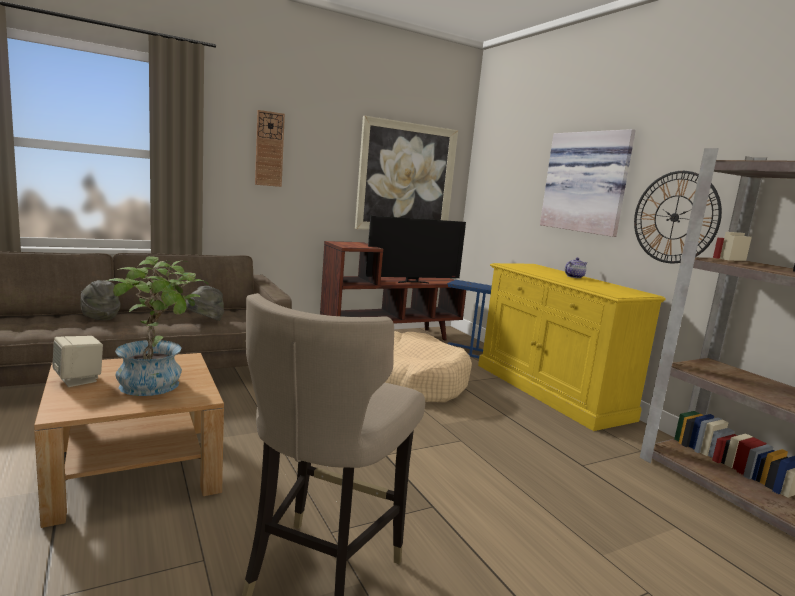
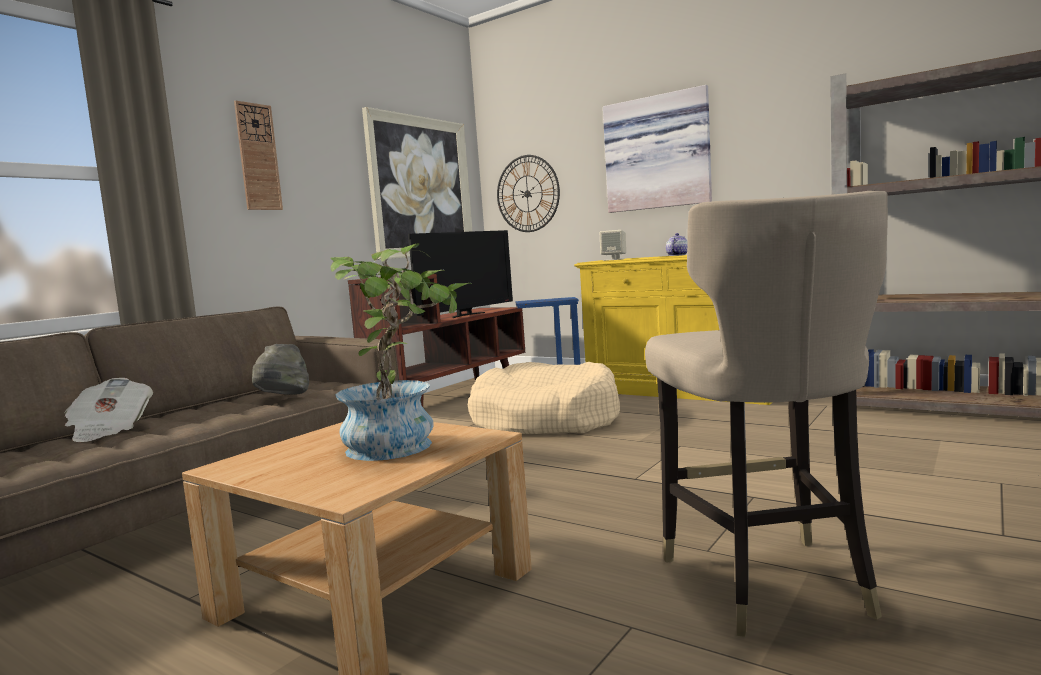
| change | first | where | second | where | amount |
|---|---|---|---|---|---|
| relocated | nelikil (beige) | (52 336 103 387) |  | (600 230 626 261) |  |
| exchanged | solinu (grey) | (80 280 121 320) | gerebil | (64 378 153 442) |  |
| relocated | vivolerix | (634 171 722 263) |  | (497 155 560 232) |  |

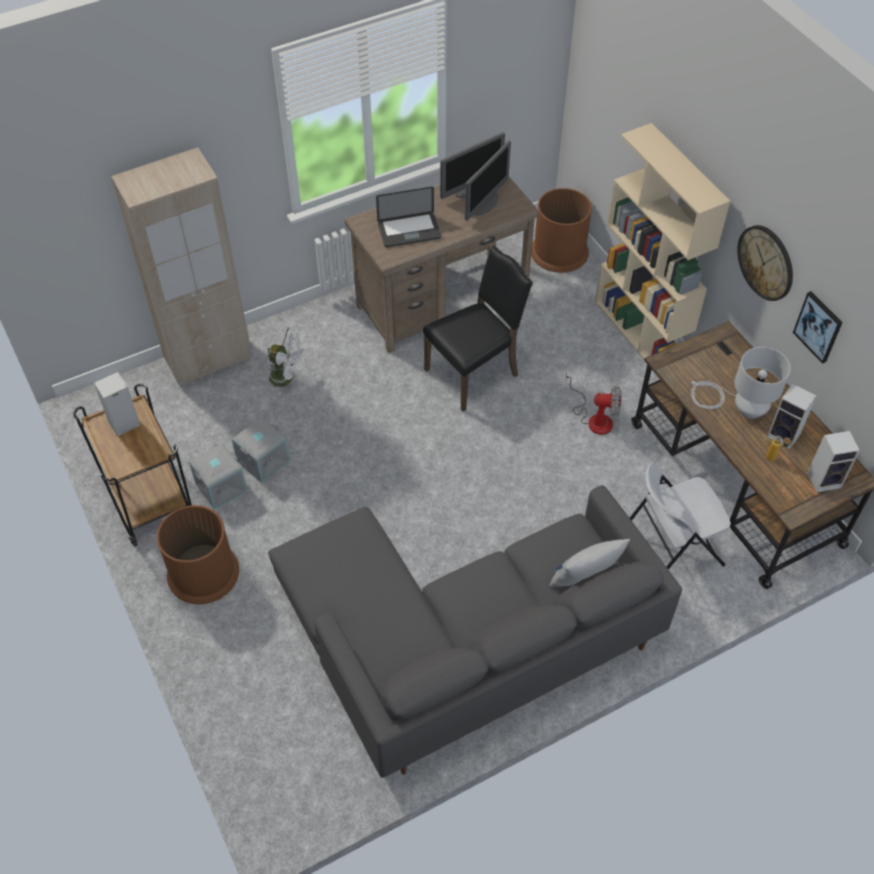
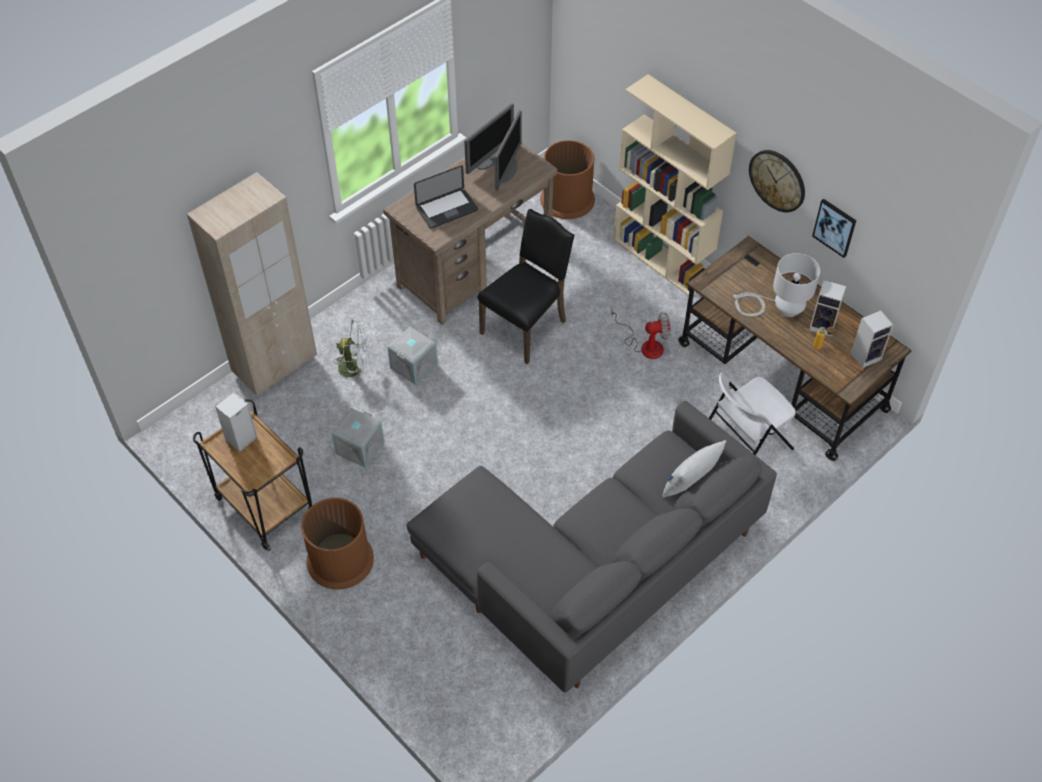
| change | first | where | second | where | amount |
|---|---|---|---|---|---|
| relocated | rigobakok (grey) | (189 443 248 509) |  | (388 326 438 385) |  |

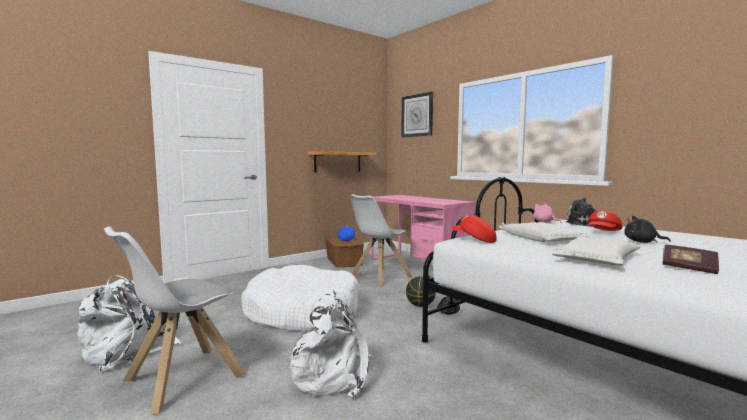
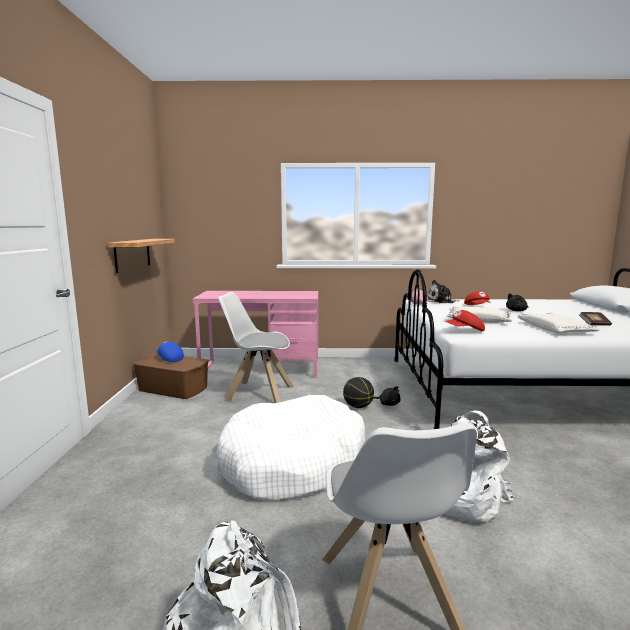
| change | first | where | second | where | amount |
|---|---|---|---|---|---|
| spun | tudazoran | (350 194 412 286) |  | (218 292 293 403) | 105 degrees clockwise |
| missing | vivolerix | (401 92 433 137) |  |  |  |

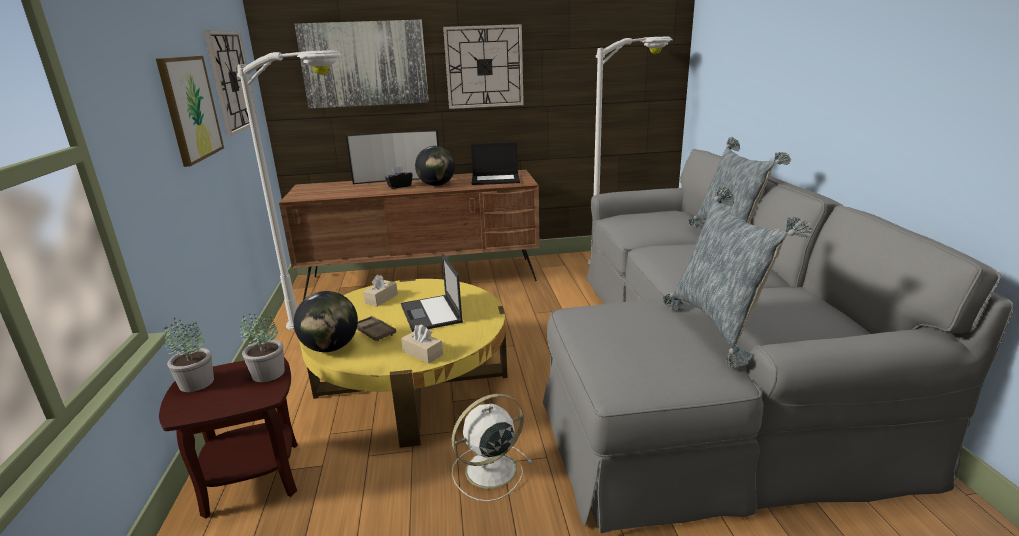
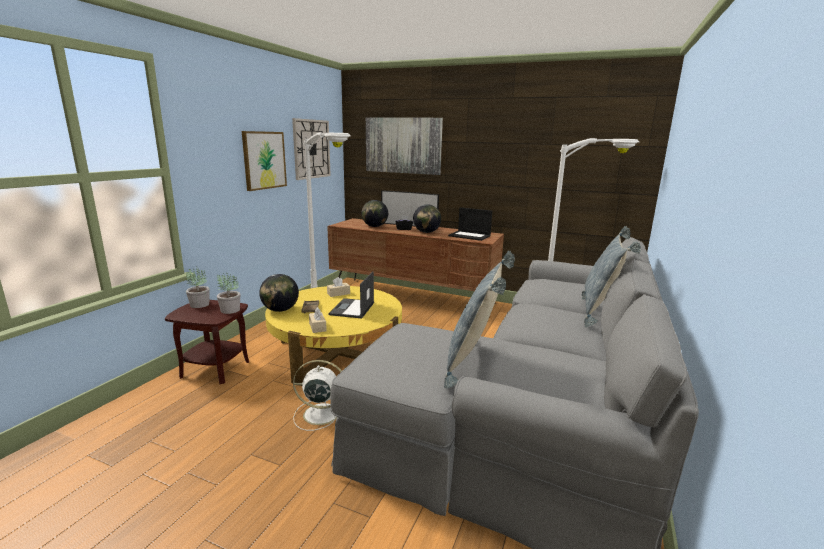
| change | first | where | second | where | amount |
|---|---|---|---|---|---|
| missing | vivolerix | (443 24 524 109) |  |  |  |
| appeared |  |  | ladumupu | (361 200 388 227) |  |

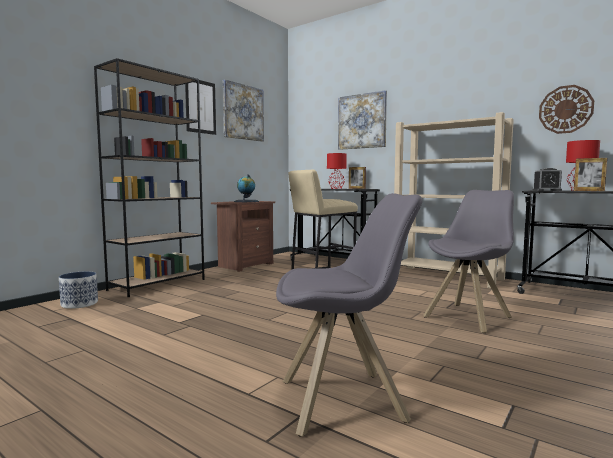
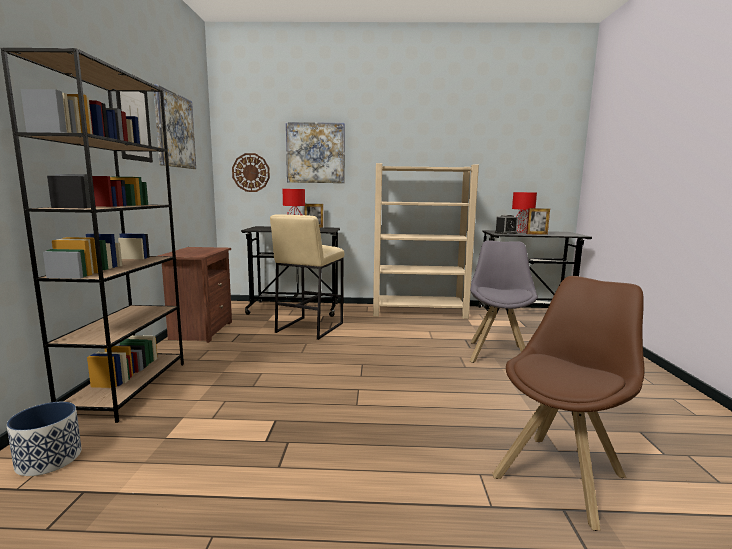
| change | first | where | second | where | amount |
|---|---|---|---|---|---|
| missing | ladumupu | (234 174 259 202) |  |  |  |
| colour | tudazoran (grey) | (276 193 423 437) | tudazoran (brown) | (493 276 644 531) |  |
| relocated | vivolerix | (539 85 594 134) |  | (232 153 270 192) |  |

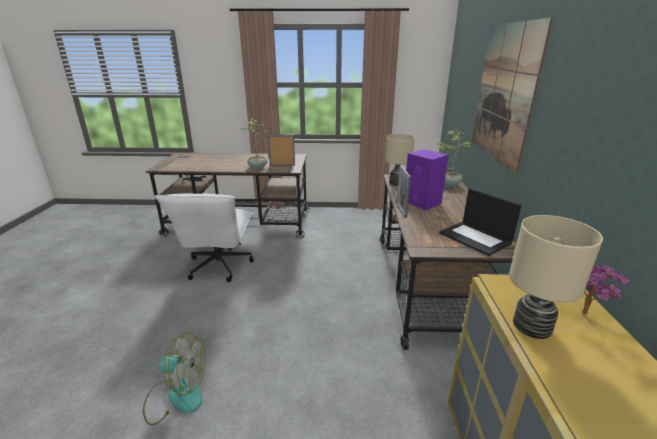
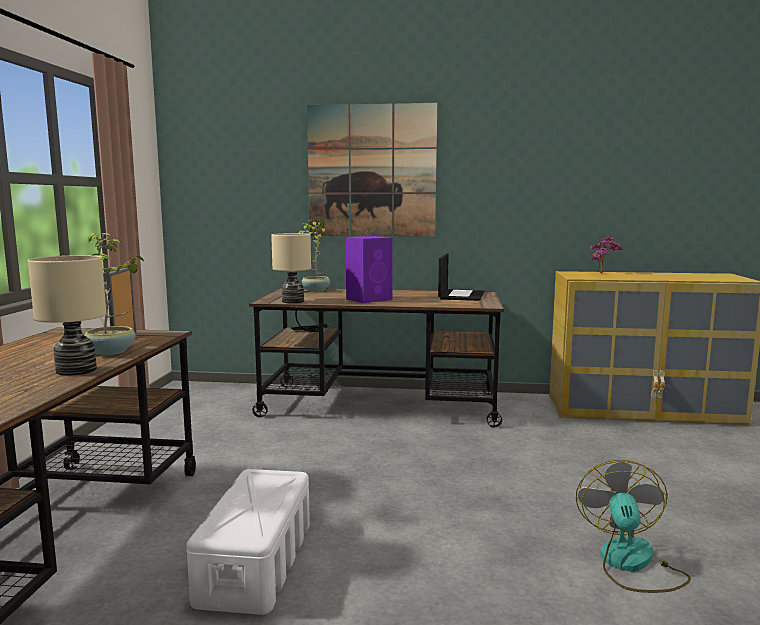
| change | first | where | second | where | amount |
|---|---|---|---|---|---|
| exchanged | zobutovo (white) | (154 193 255 282) | rigobakok (white) | (186 469 310 615) |  |
| missing | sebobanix | (396 165 411 218) |  |  |  |
| spun | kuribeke | (439 188 522 256) |  | (438 253 484 301) | 45 degrees counterclockwise |
| relocated | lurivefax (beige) | (509 215 603 339) |  | (28 255 106 375) |  |

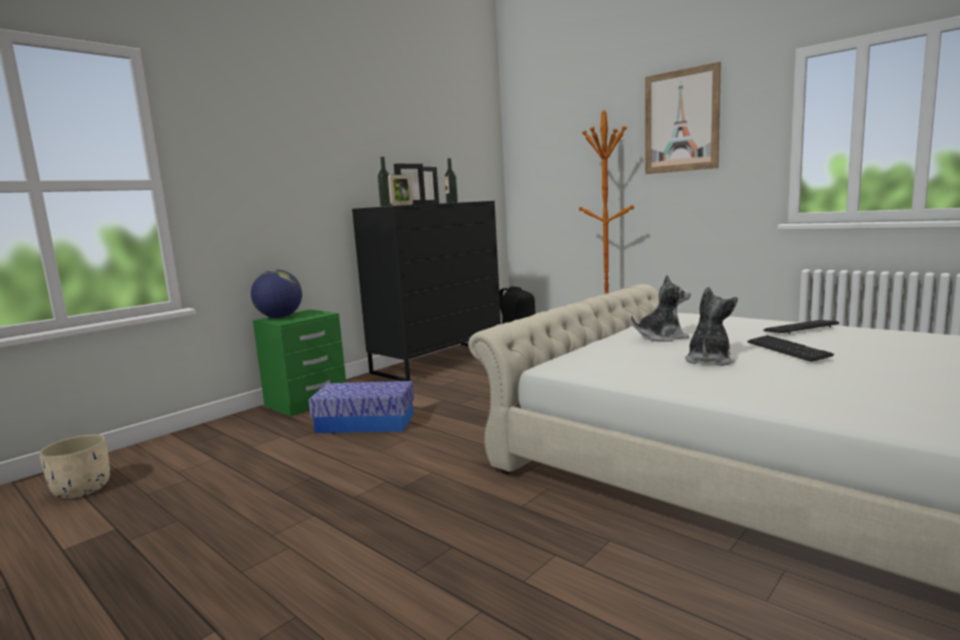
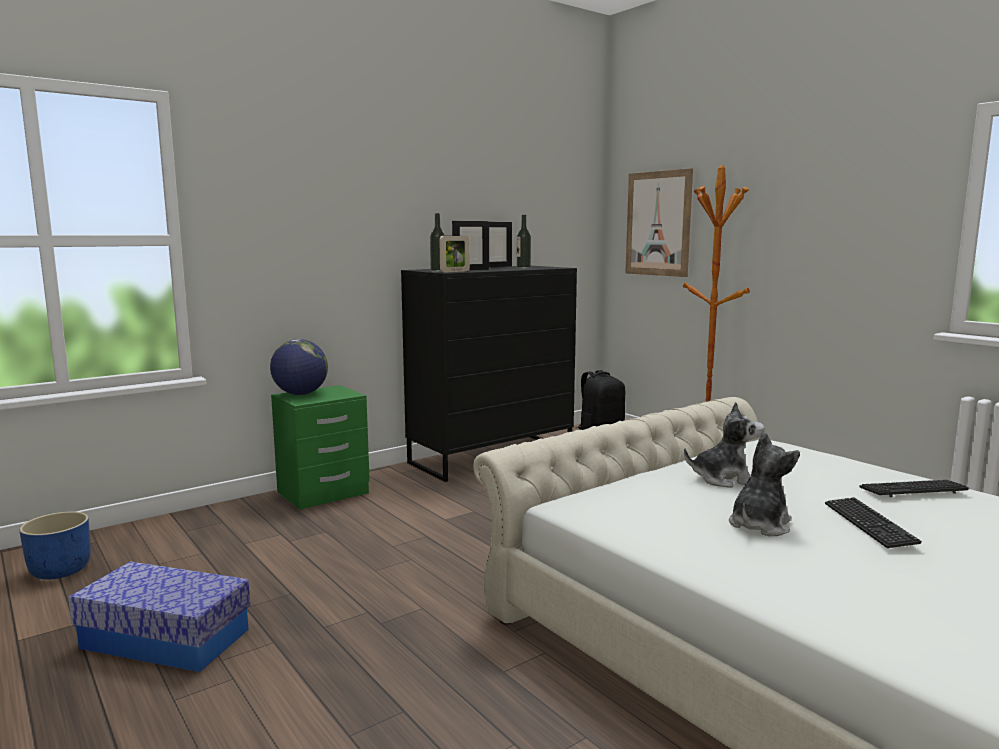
| change | first | where | second | where | amount |
|---|---|---|---|---|---|
| colour | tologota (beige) | (39 434 110 498) | tologota (blue) | (19 511 91 580) |  |
| relocated | rigobakok | (308 381 414 433) |  | (68 562 251 672) |  |
| relocated | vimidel | (645 62 721 174) |  | (625 168 693 277) |  |

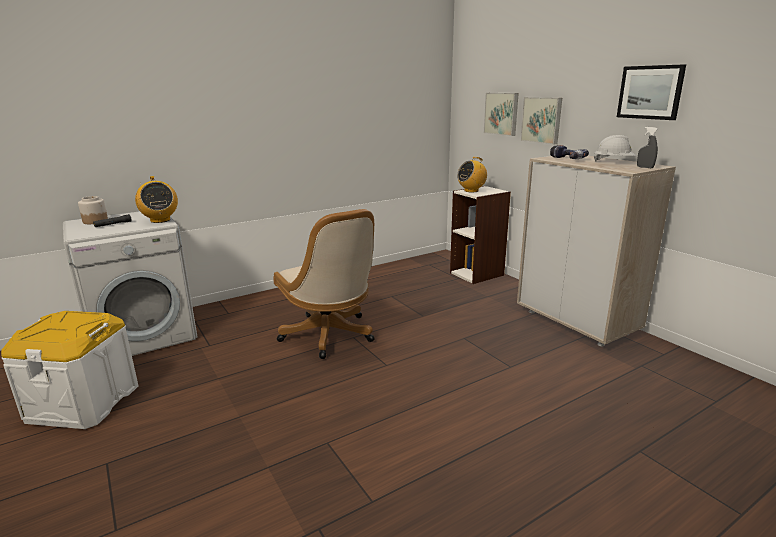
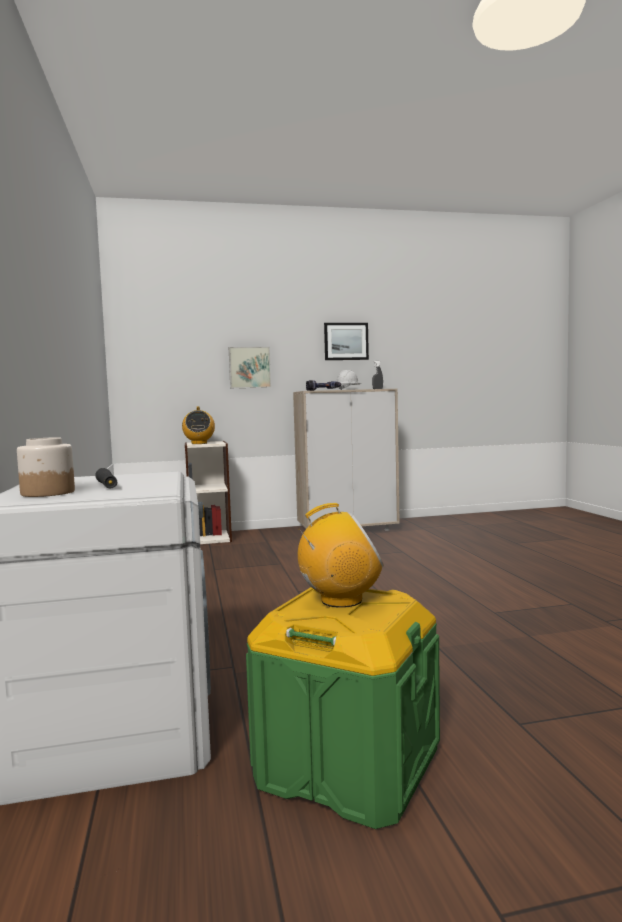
| change | first | where | second | where | amount |
|---|---|---|---|---|---|
| colour | rigobakok (white) | (1 311 138 429) | rigobakok (green) | (246 587 440 829) |  |
| relocated | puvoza | (135 176 178 223) |  | (298 503 384 608) |  |
| missing | zobutovo | (273 209 375 359) |  |  |  |
| missing | vimidel | (484 93 519 136) |  |  |  |

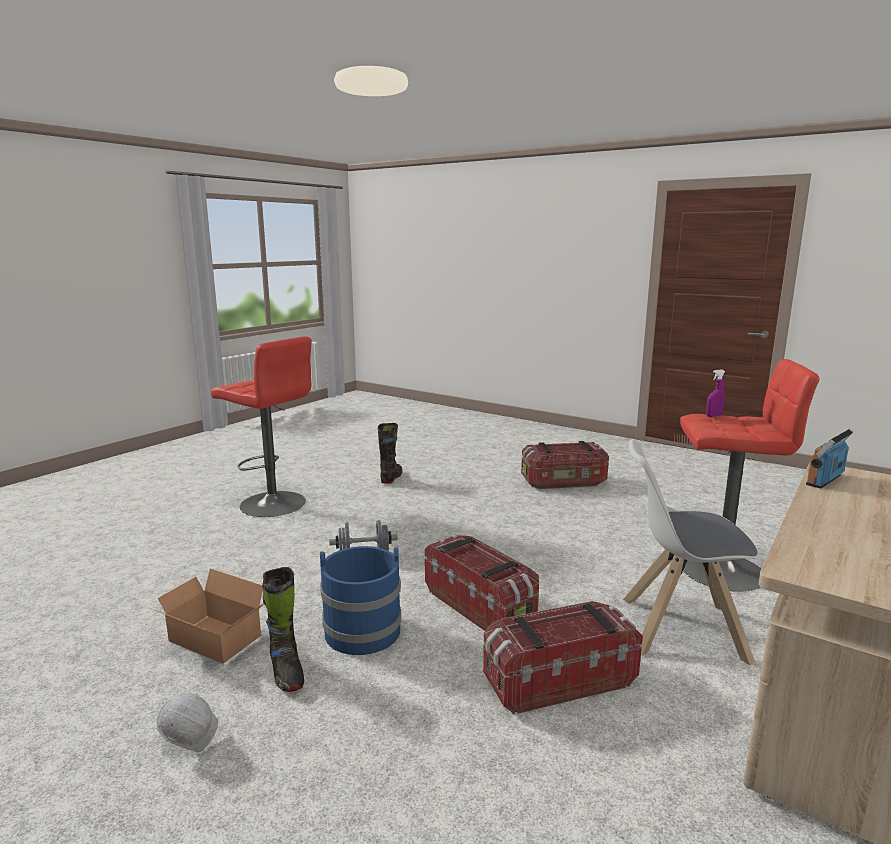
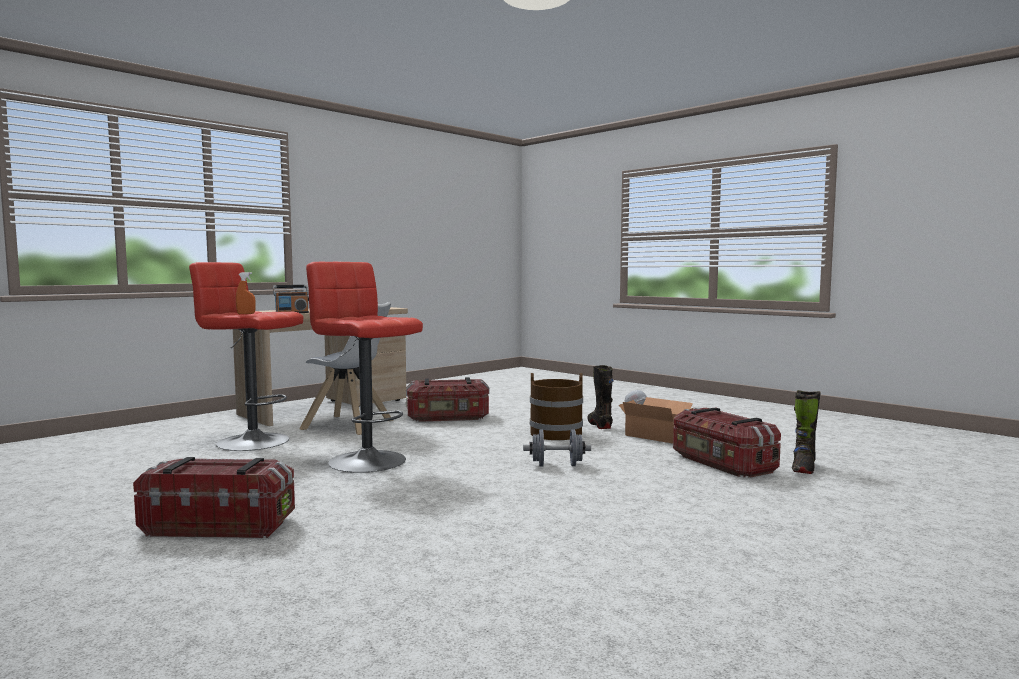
| change | first | where | second | where | amount |
|---|---|---|---|---|---|
| relocated | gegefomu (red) | (211 336 312 517) |  | (306 262 423 473) |  |
| colour | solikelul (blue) | (320 546 401 655) | solikelul (brown) | (530 373 583 440) |  |
| relocated | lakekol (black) | (378 423 402 484) |  | (792 390 821 474) |  |
| relocated | rigobakok | (425 535 539 631) |  | (673 407 781 478) |  |
| colour | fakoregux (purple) | (706 370 725 417) | fakoregux (orange) | (236 272 256 314) |  |

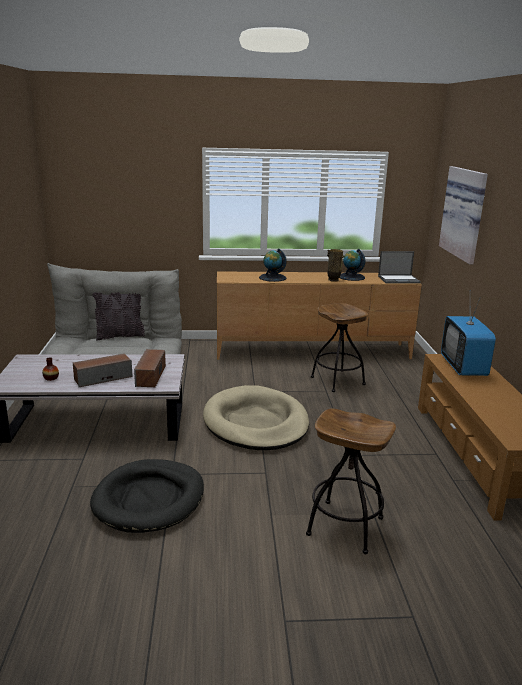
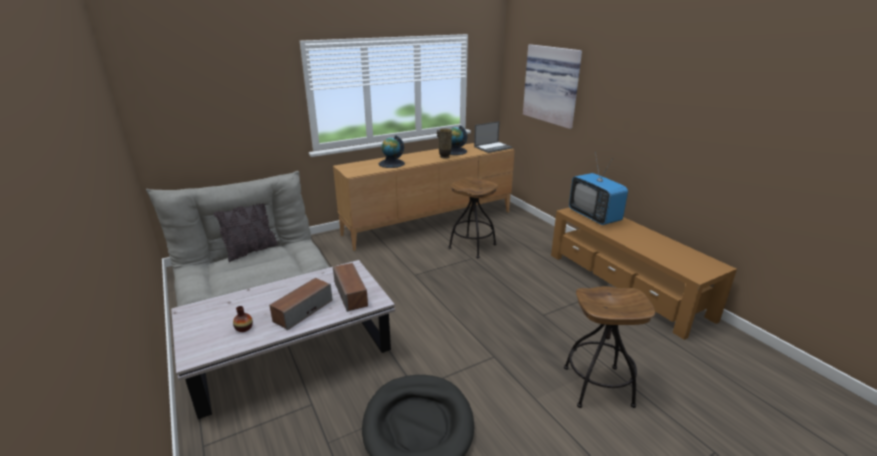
| change | first | where | second | where | amount |
|---|---|---|---|---|---|
| missing | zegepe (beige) | (203 385 309 450) |  |  |  |

